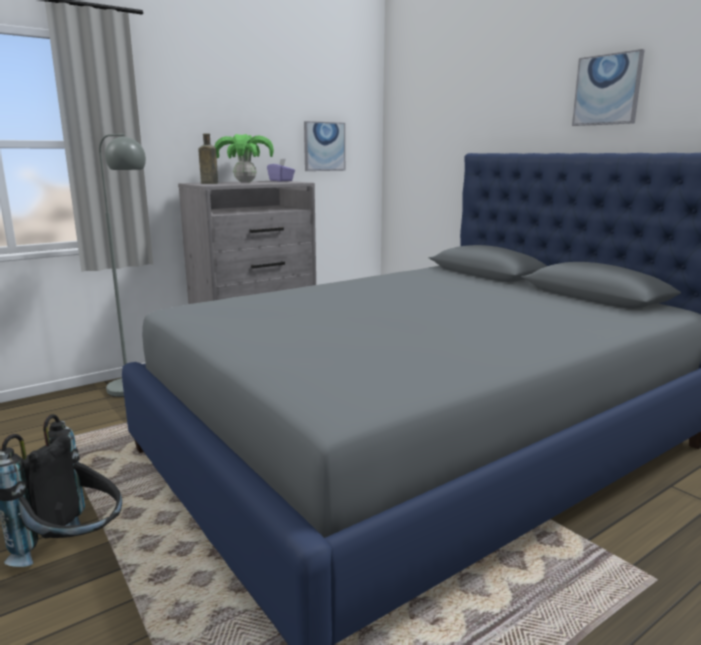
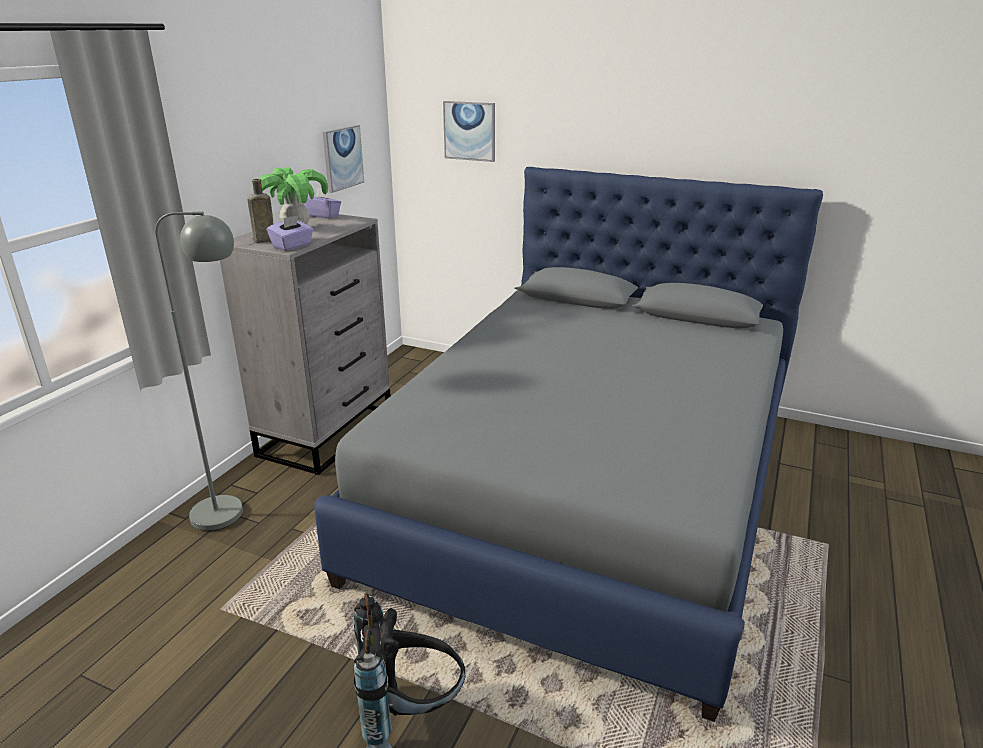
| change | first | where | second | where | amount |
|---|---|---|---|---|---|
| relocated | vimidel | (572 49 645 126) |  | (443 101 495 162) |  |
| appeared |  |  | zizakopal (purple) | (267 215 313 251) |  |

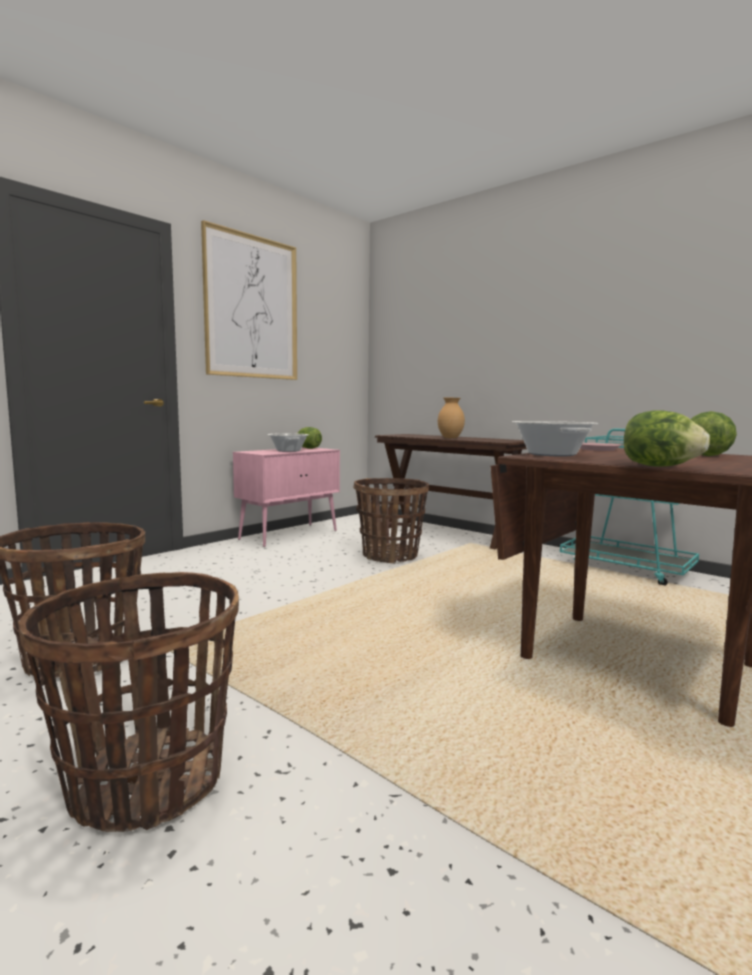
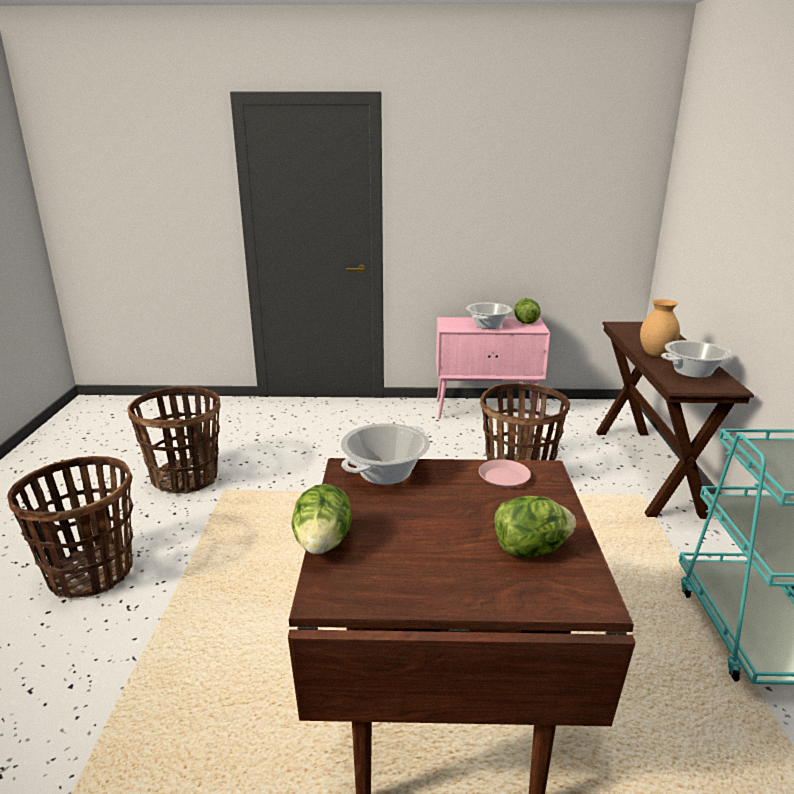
| change | first | where | second | where | amount |
|---|---|---|---|---|---|
| missing | vimidel | (201 220 297 380) |  |  |  |
| appeared |  |  | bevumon | (661 340 731 378) |  |

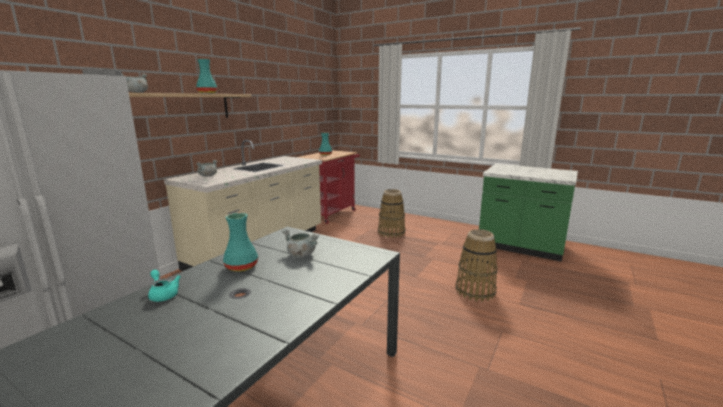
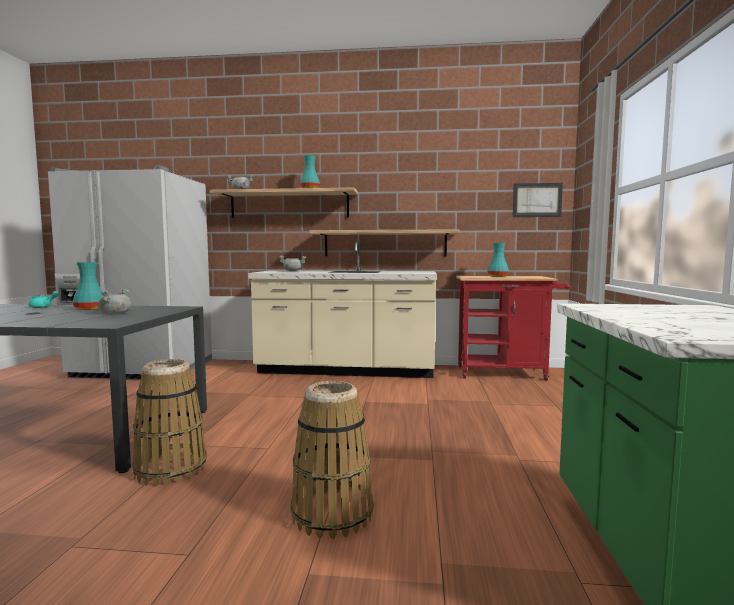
| change | first | where | second | where | amount |
|---|---|---|---|---|---|
| relocated | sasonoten | (378 189 405 238) |  | (132 359 207 486) |  |
| appeared |  |  | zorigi | (309 229 459 256) |  |
| appeared |  |  | vimidel | (513 183 563 217) |  |

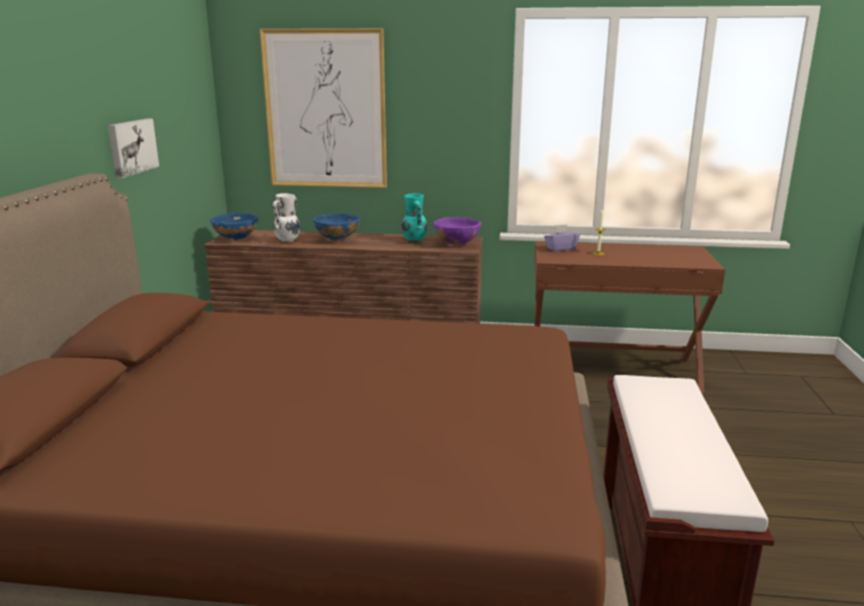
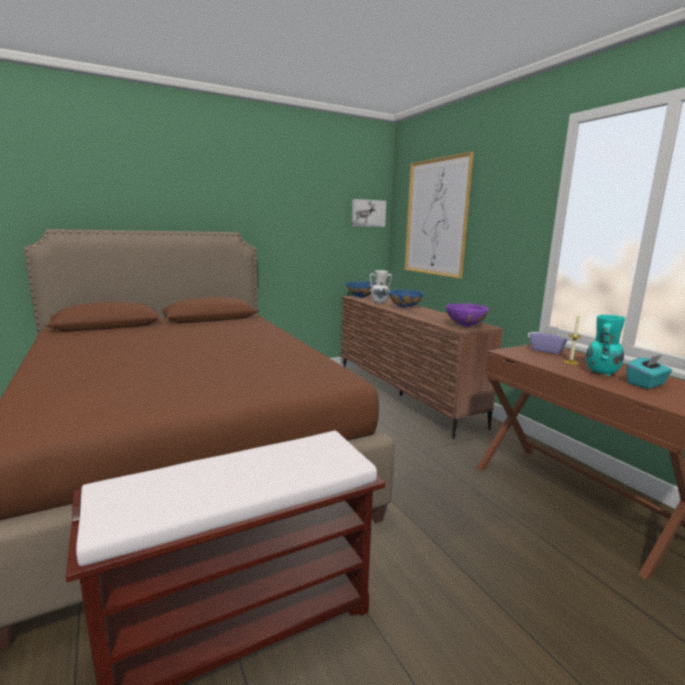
| change | first | where | second | where | amount |
|---|---|---|---|---|---|
| relocated | vimidel | (108 119 159 178) |  | (351 199 386 227) |  |
| relocated | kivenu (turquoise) | (402 193 427 243) |  | (586 315 625 376) |  |
| appeared |  |  | zizakopal (turquoise) | (627 355 672 389) |  |

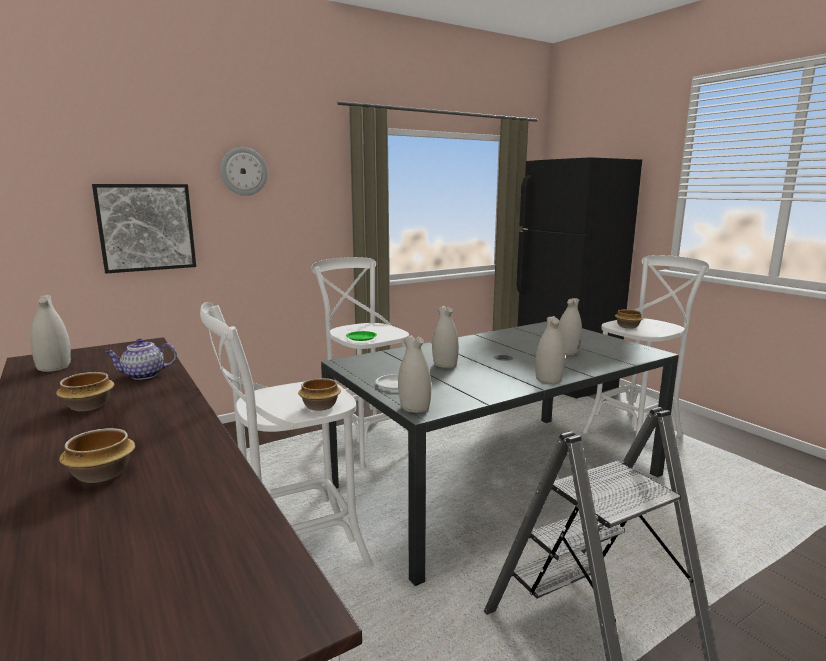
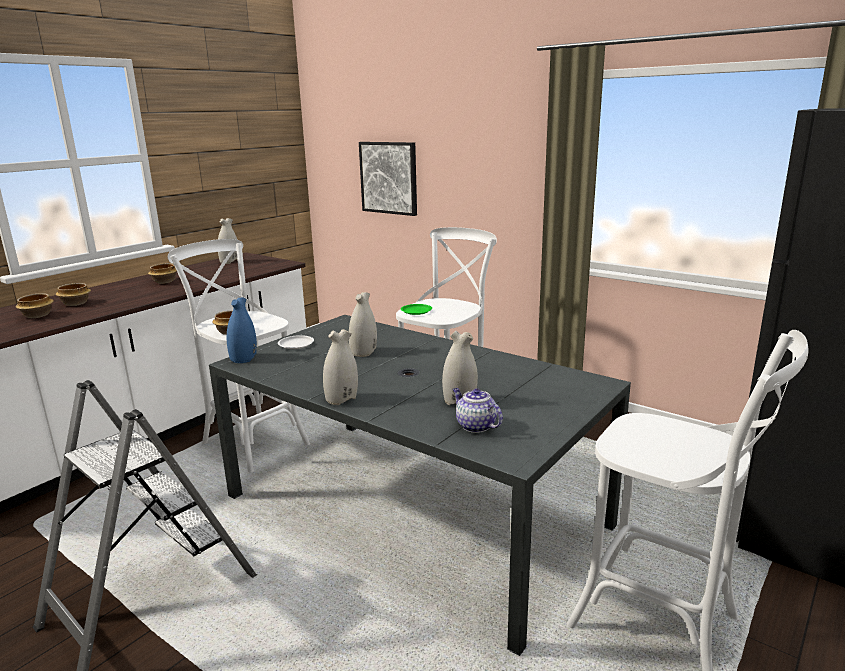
| change | first | where | second | where | amount |
|---|---|---|---|---|---|
| relocated | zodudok | (105 338 177 380) |  | (453 388 503 433) |  |
| missing | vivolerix | (220 147 267 196) |  |  |  |
| colour | kivenu (white) | (398 335 431 413) | kivenu (blue) | (227 298 257 363) |  |
| relocated | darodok | (615 309 643 329) |  | (16 293 54 318) |  |

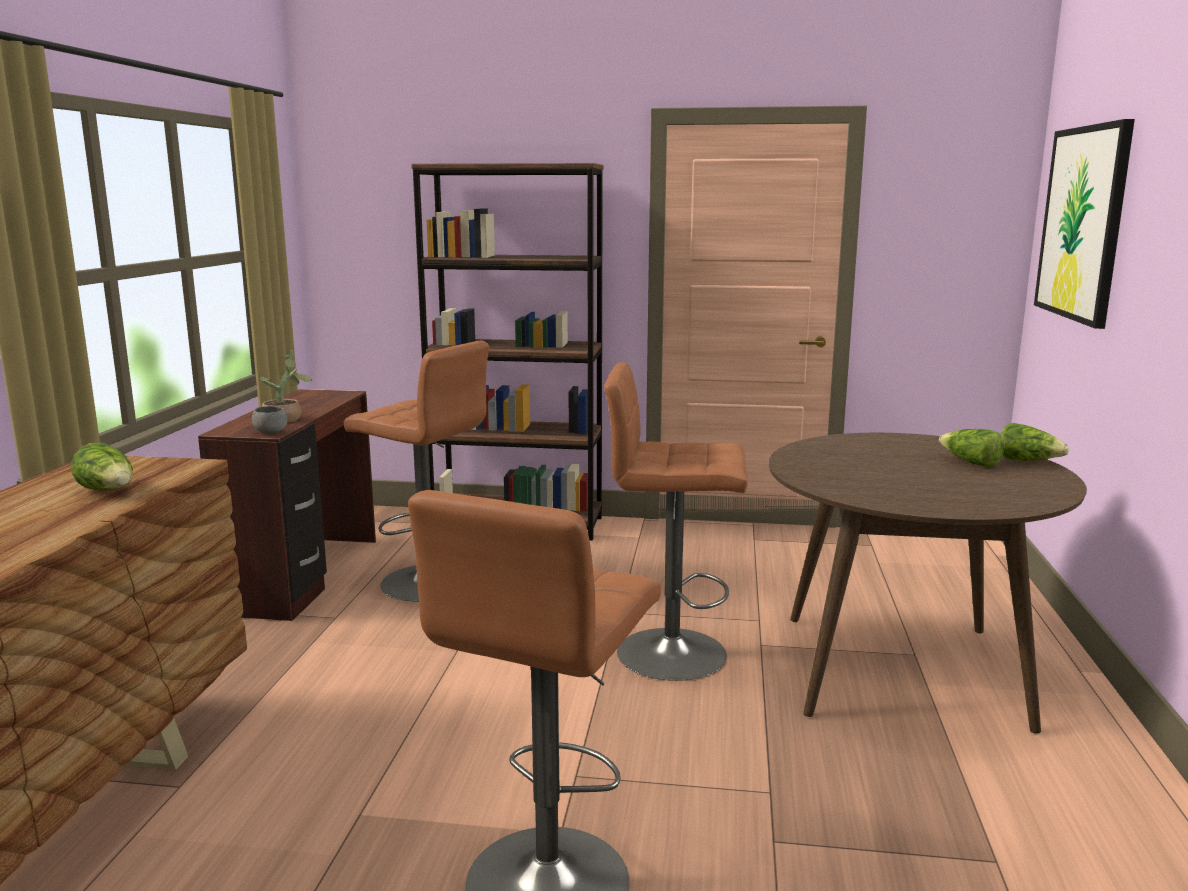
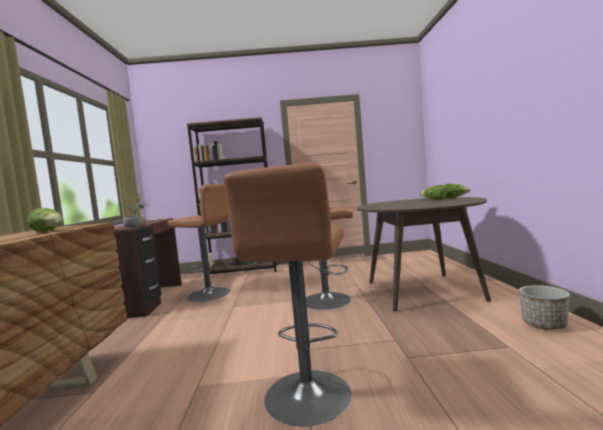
| change | first | where | second | where | amount |
|---|---|---|---|---|---|
| missing | vimidel | (1034 119 1135 329) |  |  |  |
| appeared |  |  | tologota | (519 285 570 330) |  |

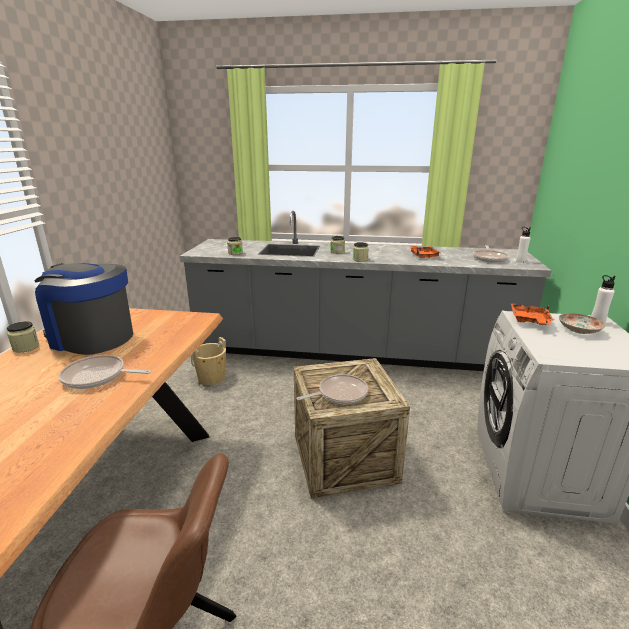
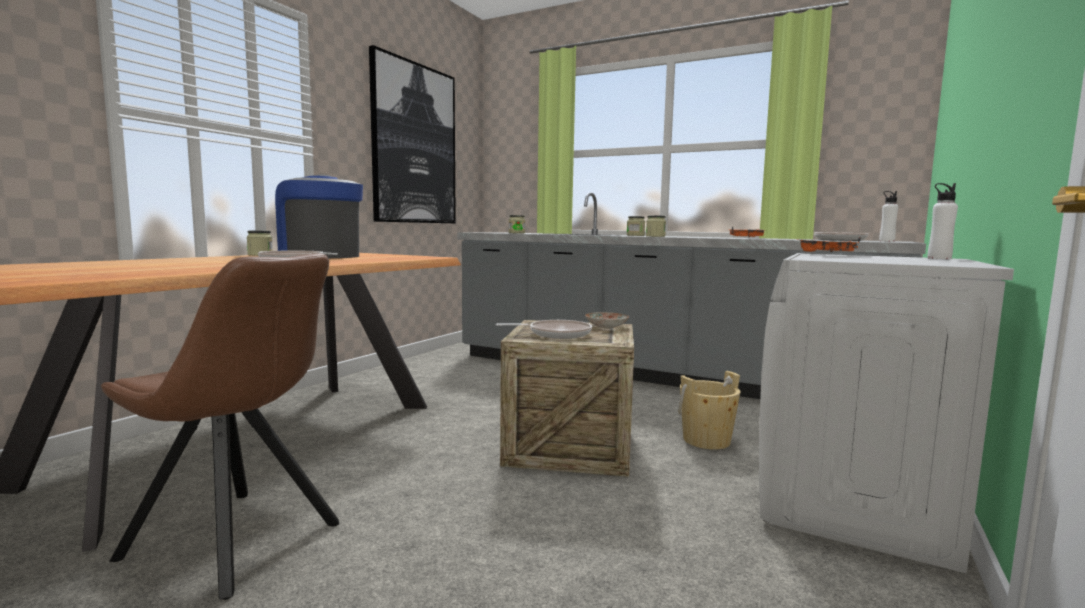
| change | first | where | second | where | amount |
|---|---|---|---|---|---|
| relocated | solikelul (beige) | (191 337 226 385) |  | (678 371 740 450) |  |
| relocated | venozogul | (559 313 605 334) |  | (585 312 629 329) |  |
| appeared |  |  | vimidel | (369 45 456 223) |  |

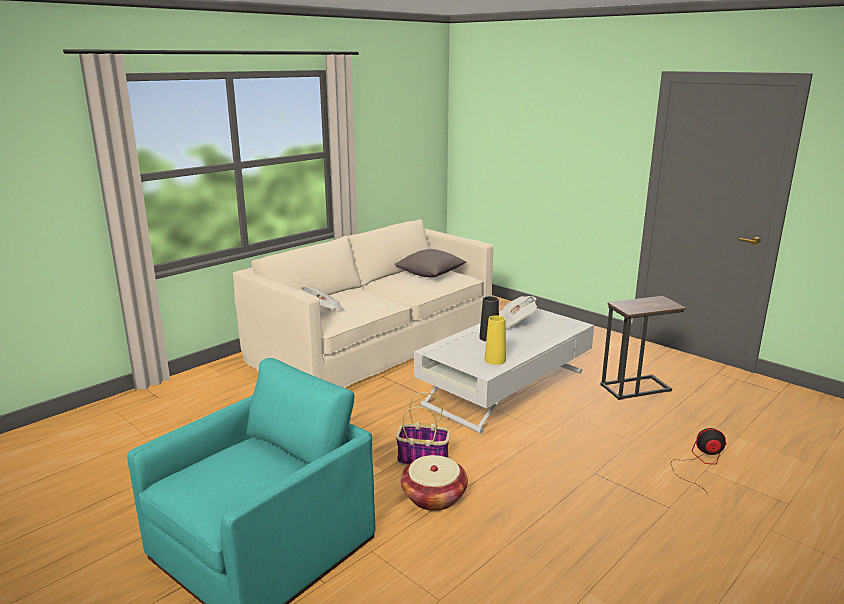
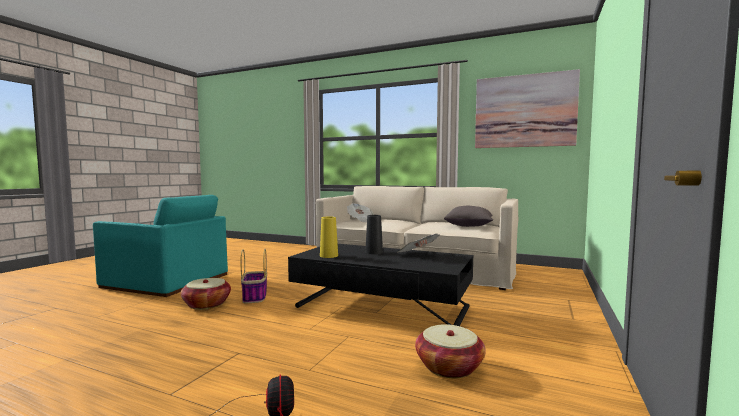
| change | first | where | second | where | amount |
|---|---|---|---|---|---|
| colour | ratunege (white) | (414 308 594 434) | ratunege (black) | (288 244 473 326) |  |
| exchanged | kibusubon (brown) | (600 296 686 400) | sasonoten | (415 324 486 379) |  |
| appeared |  |  | vimidel | (475 69 580 148) |  |

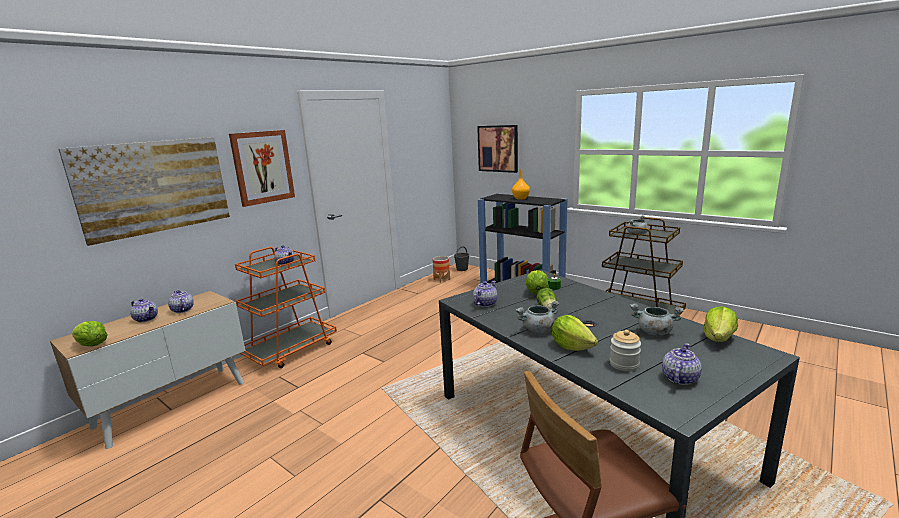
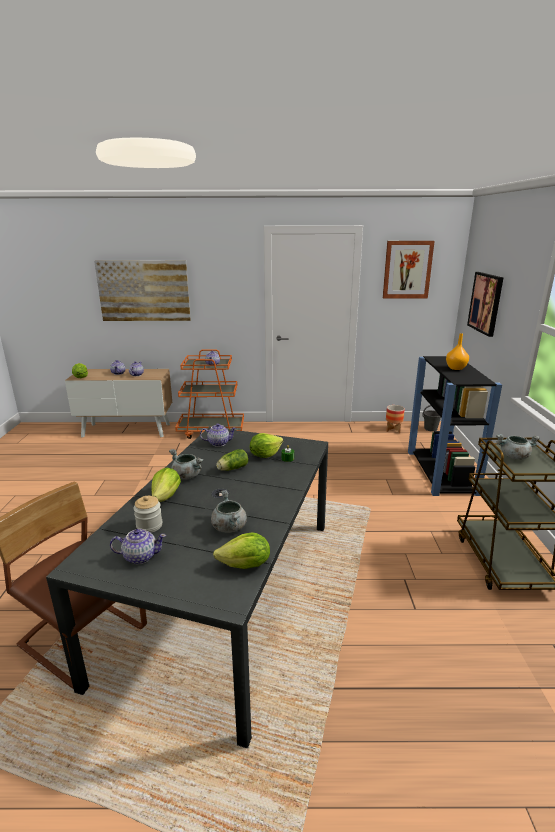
| change | first | where | second | where | amount |
|---|---|---|---|---|---|
| relocated | vimidel | (229 130 295 207) |  | (383 241 435 299) |  |

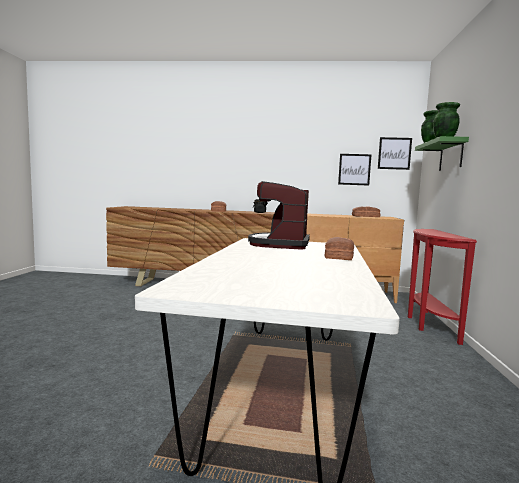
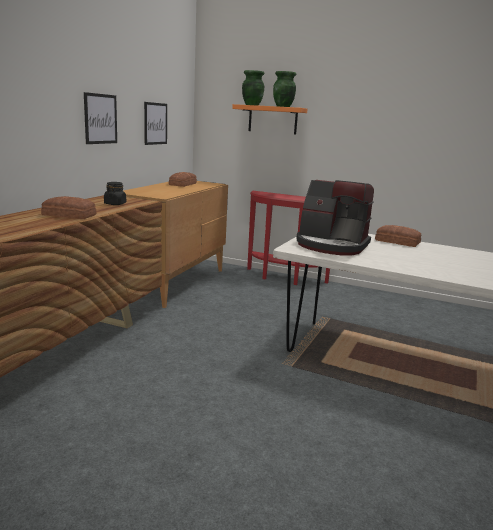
| change | first | where | second | where | amount |
|---|---|---|---|---|---|
| relocated | vimidel | (378 137 412 170) |  | (84 92 117 144) |  |
| colour | zorigi (green) | (415 136 469 171) | zorigi (orange) | (232 104 308 135) |  |

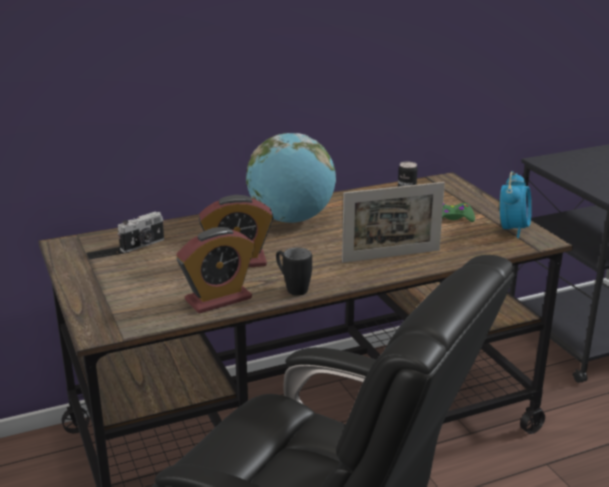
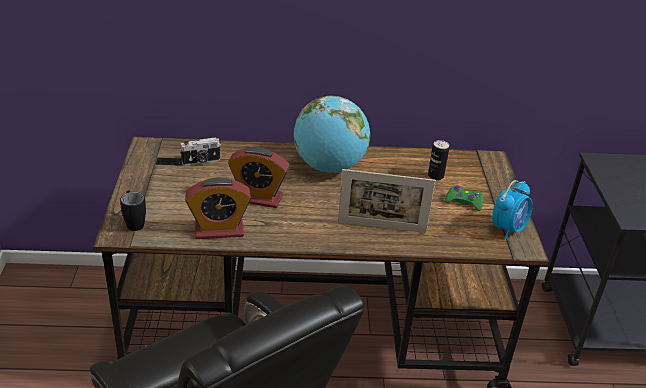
| change | first | where | second | where | amount |
|---|---|---|---|---|---|
| relocated | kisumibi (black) | (276 247 312 296) |  | (120 191 146 231) |  |

